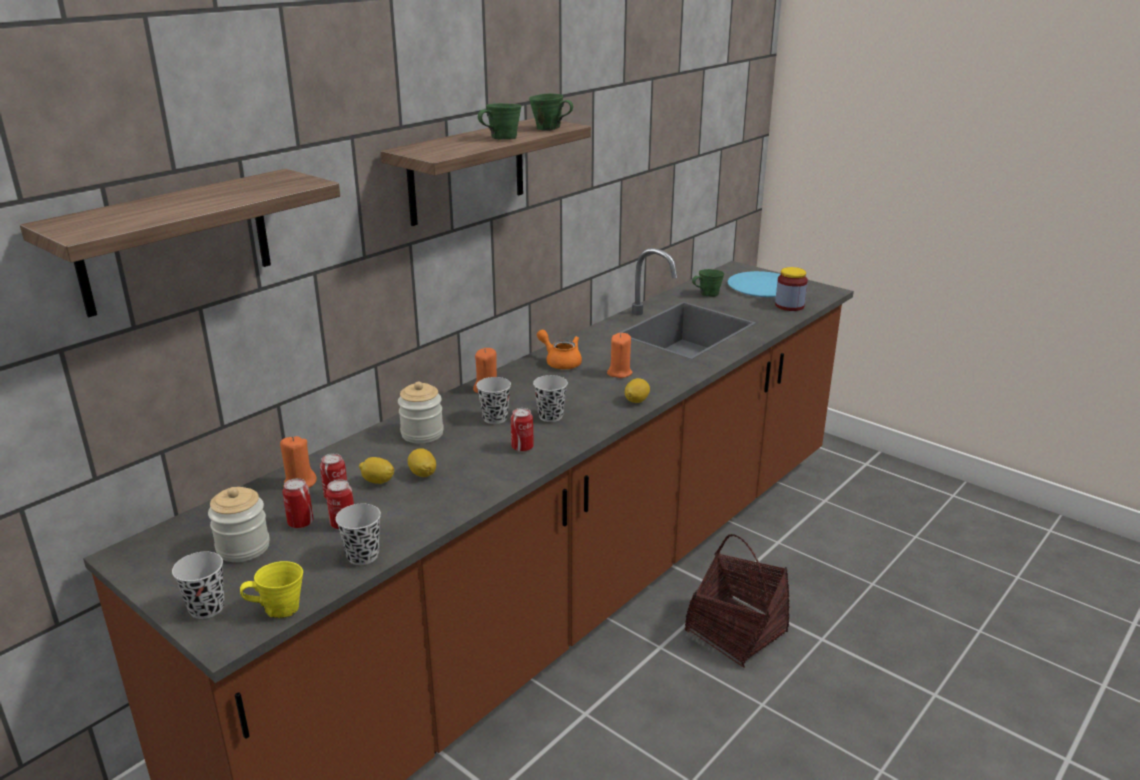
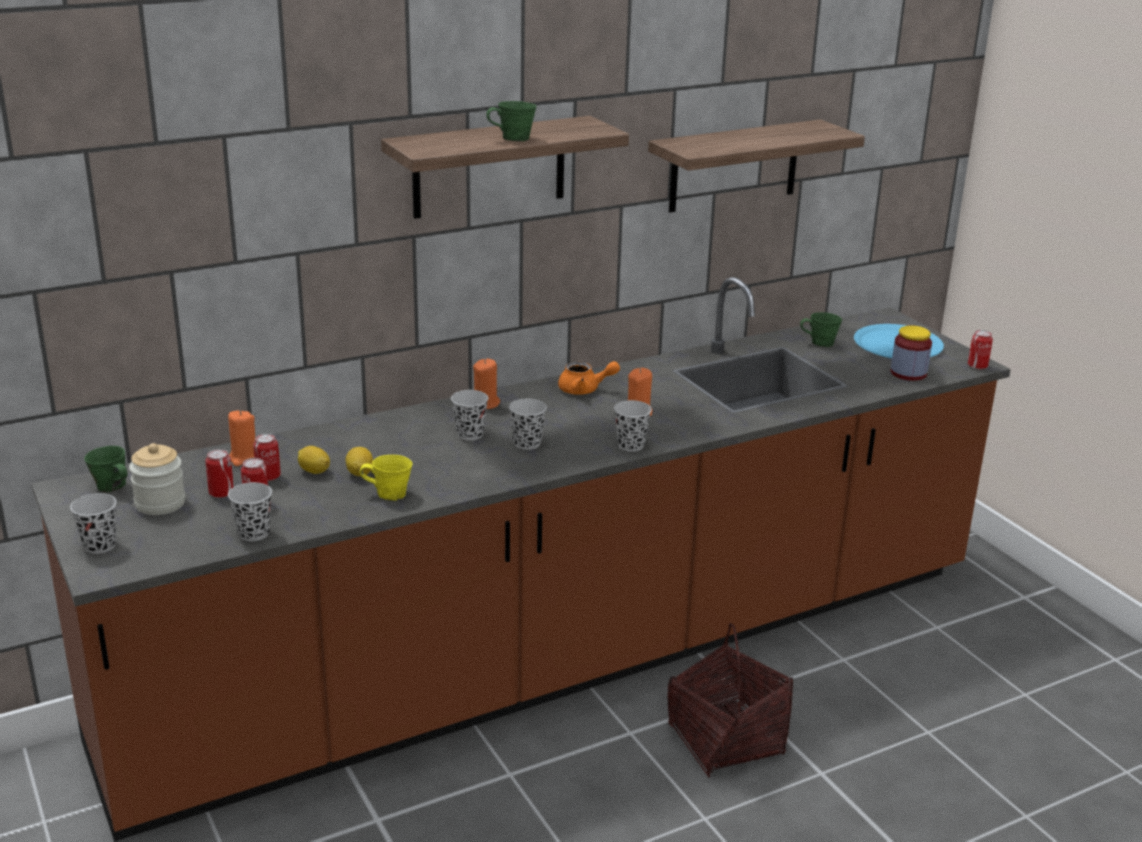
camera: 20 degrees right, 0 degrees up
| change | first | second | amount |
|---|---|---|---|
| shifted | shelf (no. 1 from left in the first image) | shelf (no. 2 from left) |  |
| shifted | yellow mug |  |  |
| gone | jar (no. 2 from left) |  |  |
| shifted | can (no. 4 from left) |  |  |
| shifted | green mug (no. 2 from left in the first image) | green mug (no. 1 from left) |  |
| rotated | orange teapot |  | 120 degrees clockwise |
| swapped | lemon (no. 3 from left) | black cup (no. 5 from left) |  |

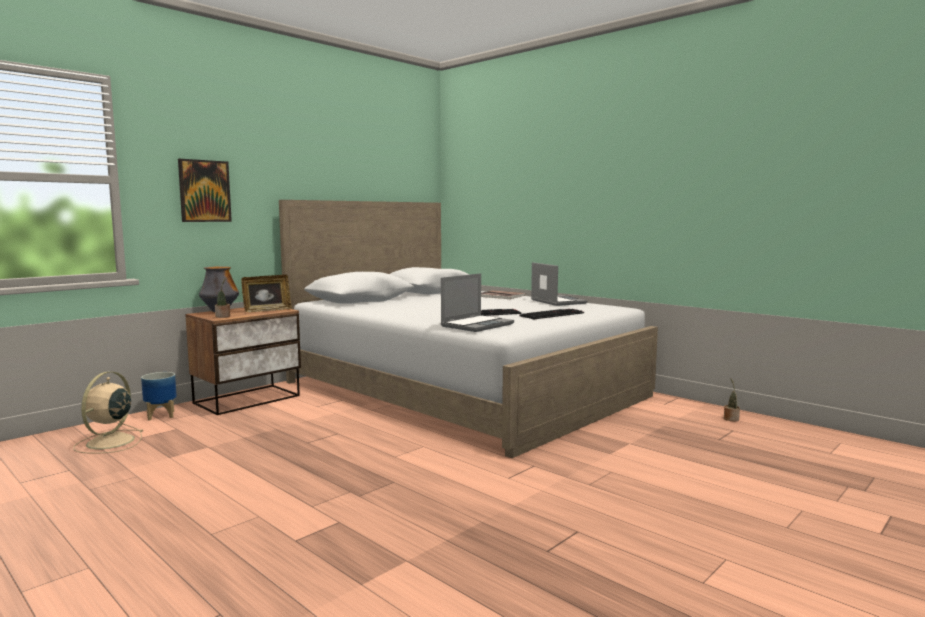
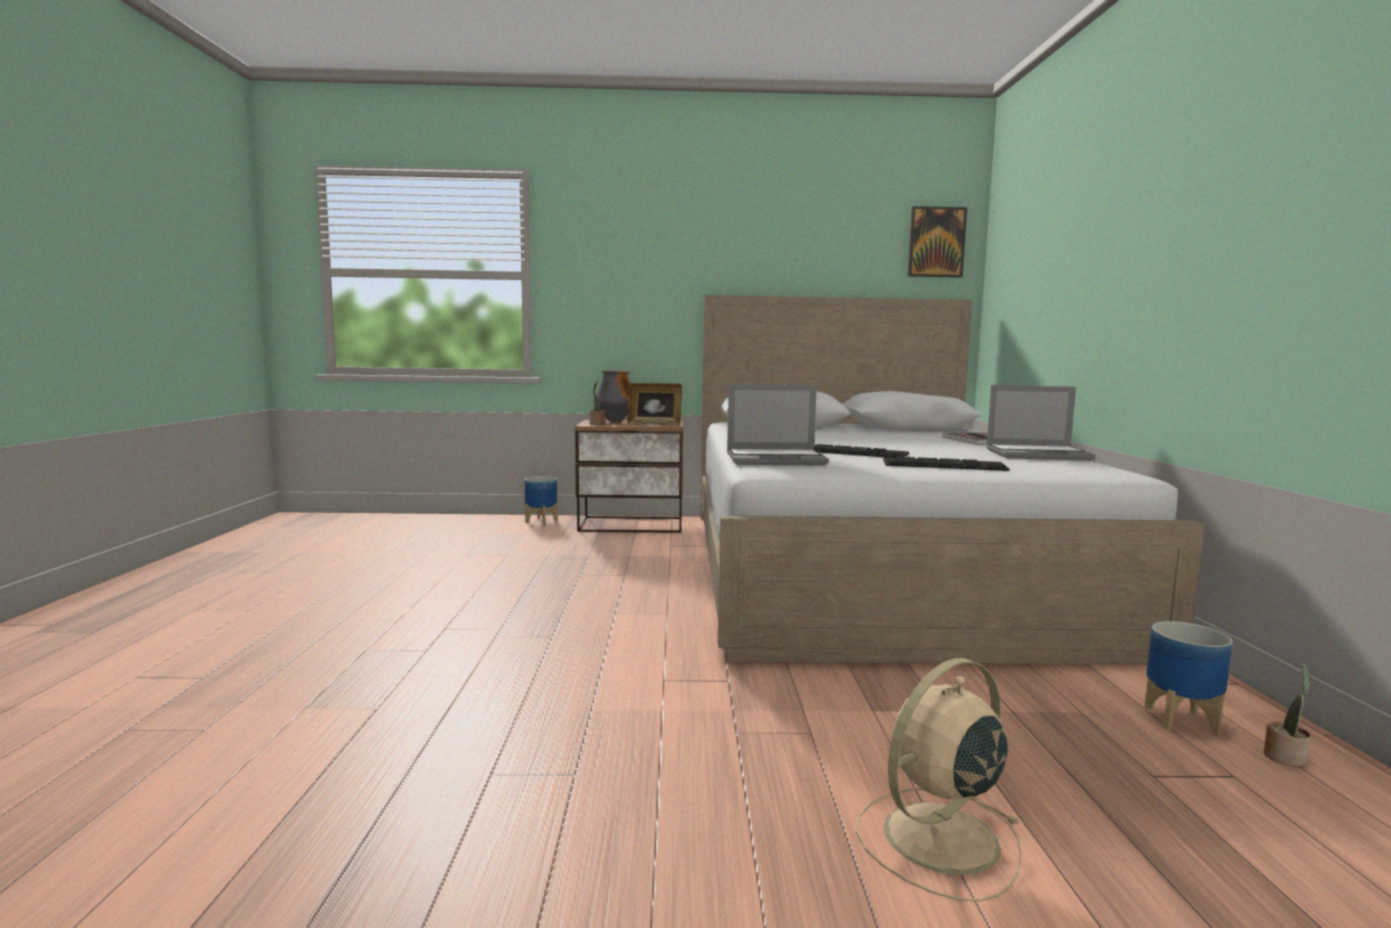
camera: 45 degrees right, 0 degrees up
| change | first | second | amount |
|---|---|---|---|
| shifted | beige fan |  |  |
| shifted | picture |  |  |
| rotated | laptop (no. 2 from left) |  | 75 degrees clockwise |
| new |  | planter (no. 2 from left) |  |

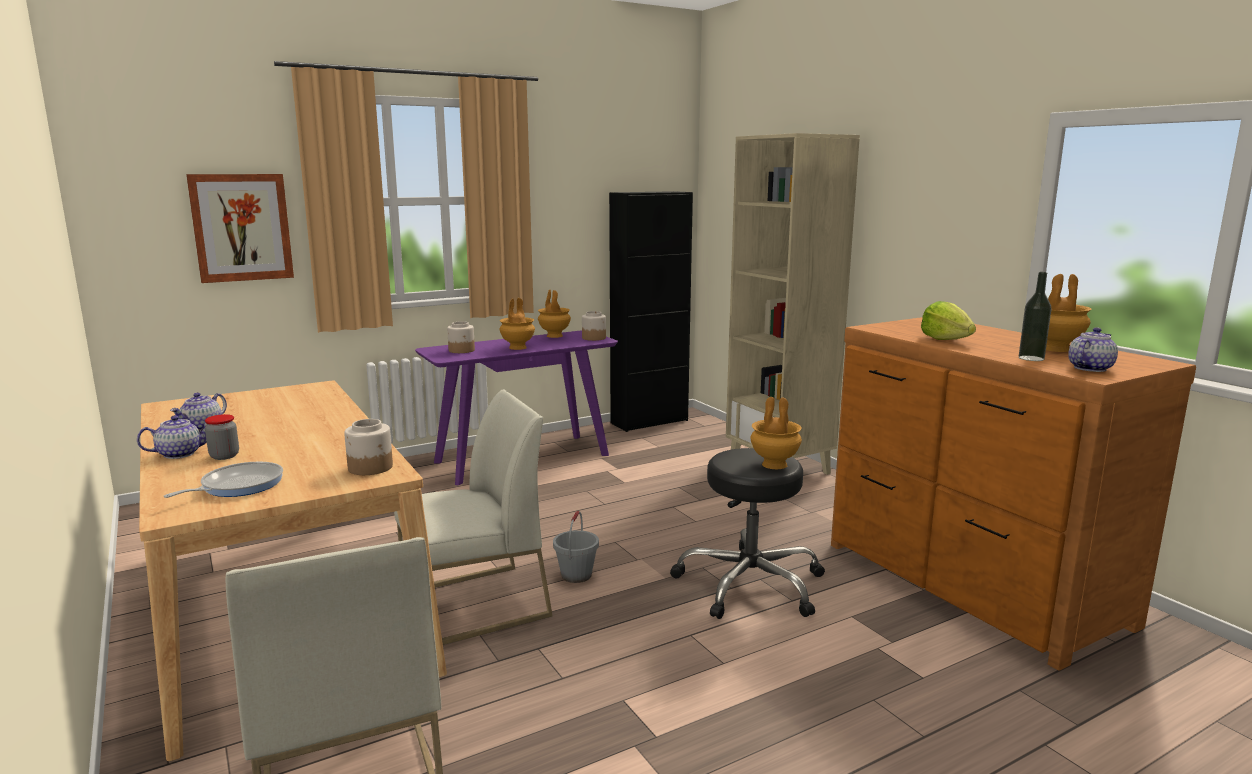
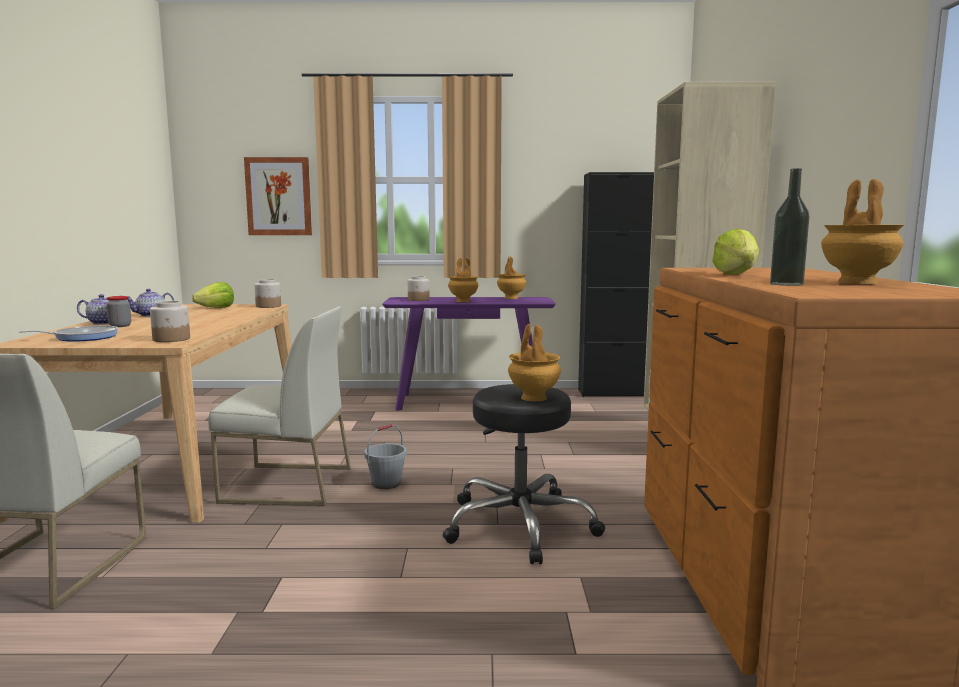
camera: 30 degrees right, 5 degrees down
| change | first | second | amount |
|---|---|---|---|
| shifted | jar (no. 4 from left in the first image) | jar (no. 3 from left) |  |
| gone | teapot (no. 3 from left) |  |  |
| new |  | lettuce (no. 1 from left) |  |

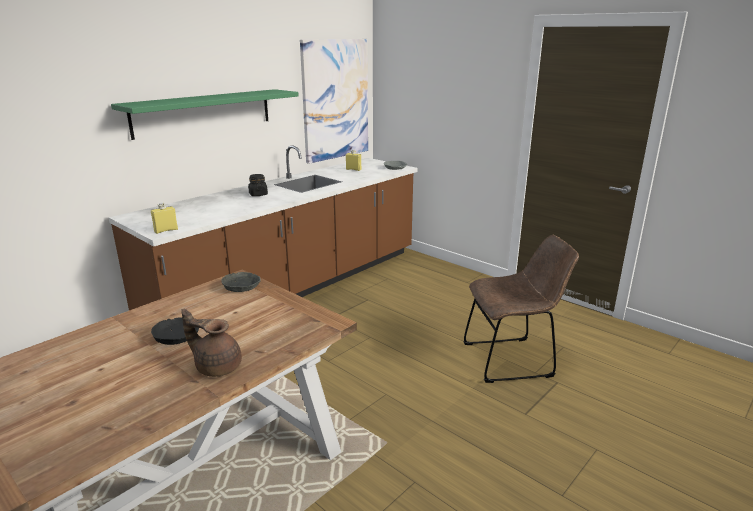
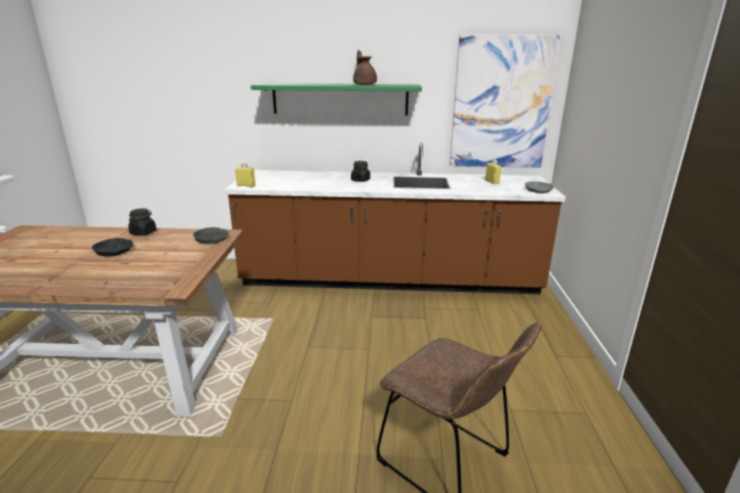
camera: 50 degrees right, 0 degrees up
| change | first | second | amount |
|---|---|---|---|
| shifted | brown teapot |  |  |
| new |  | black jar (no. 1 from left) |  |

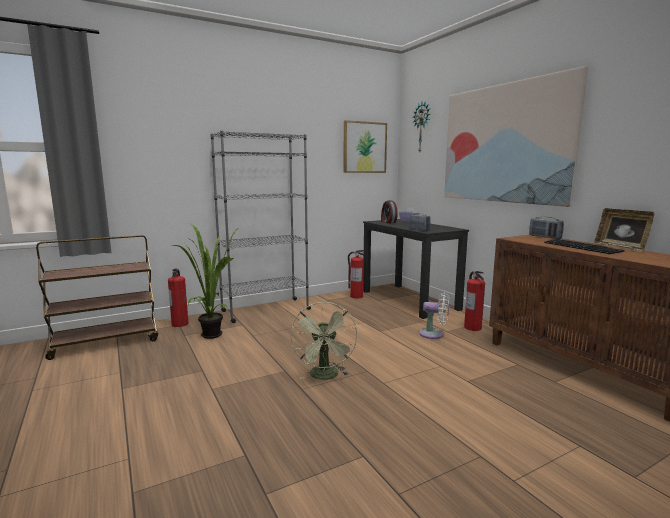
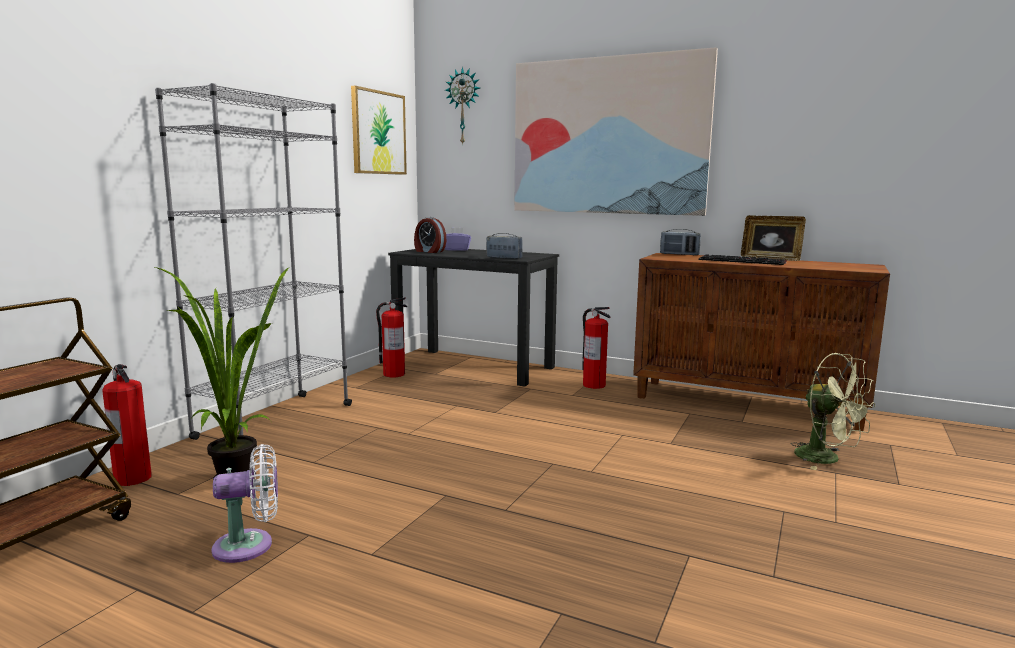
camera: 35 degrees left, 0 degrees up
| change | first | second | amount |
|---|---|---|---|
| shifted | green fan |  |  |
| shifted | white fan |  |  |

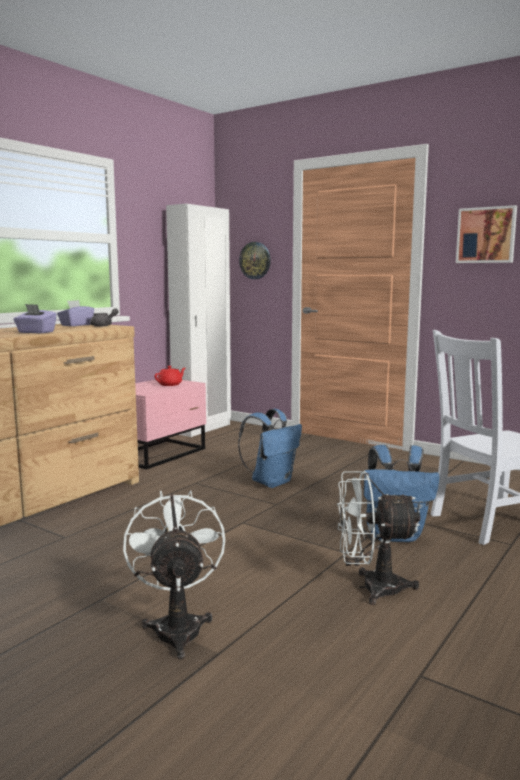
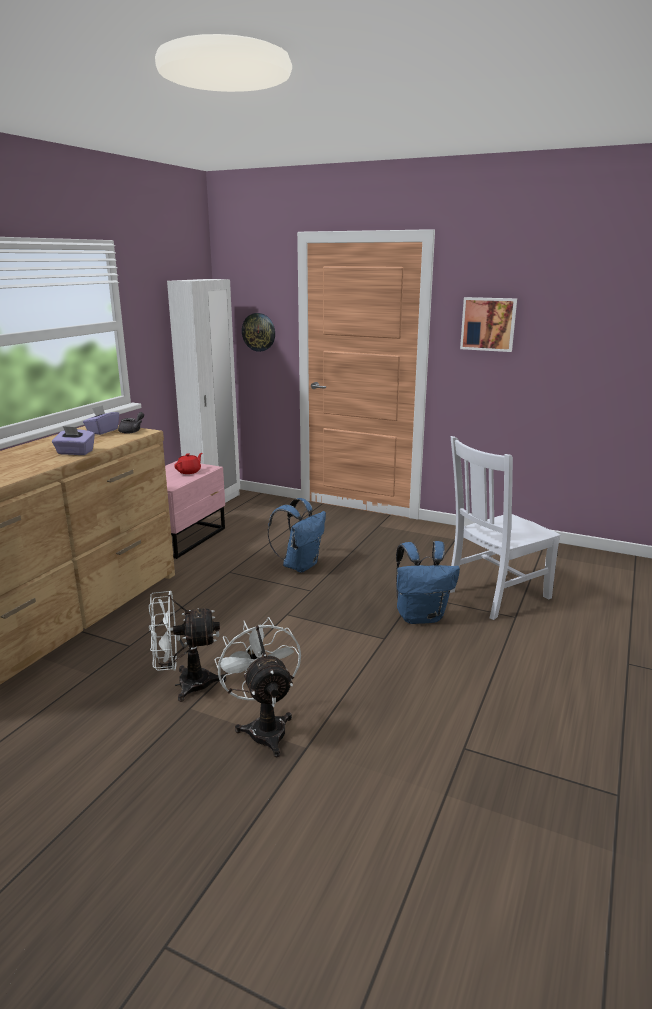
camera: 10 degrees left, 10 degrees up
| change | first | second | amount |
|---|---|---|---|
| shifted | white fan (no. 2 from left in the first image) | white fan (no. 1 from left) |  |

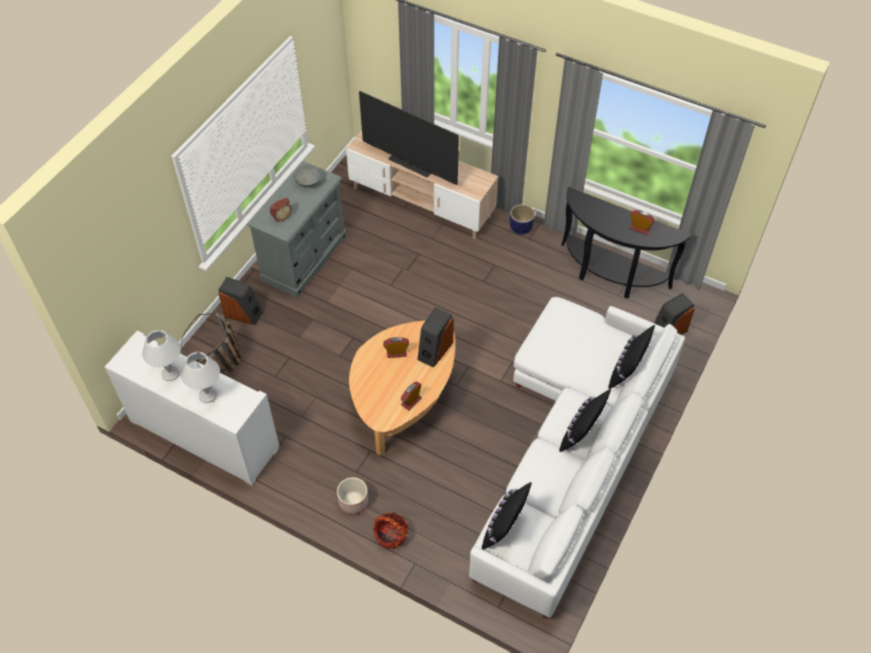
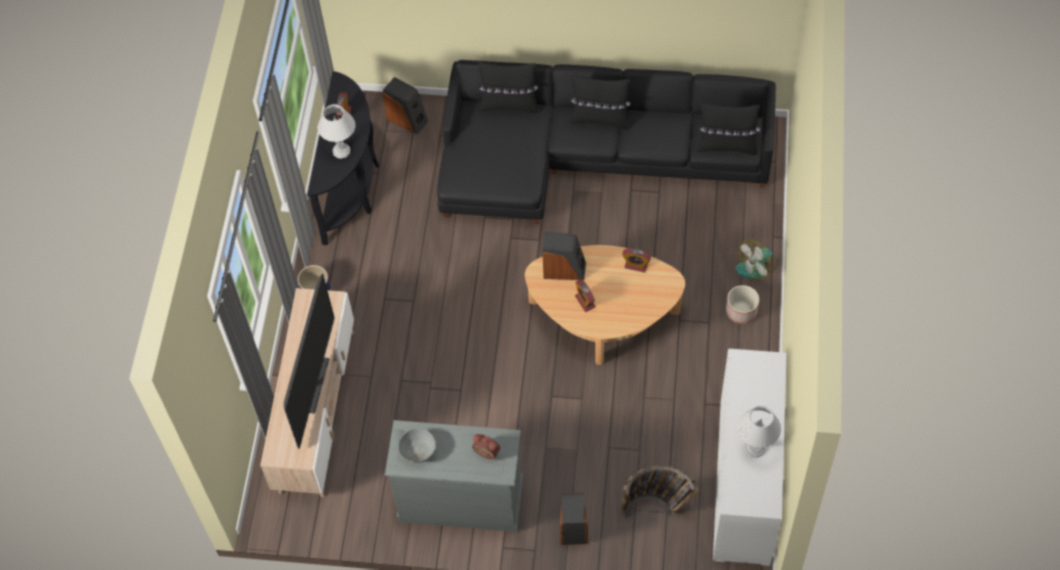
camera: 110 degrees left, 5 degrees up
| change | first | second | amount |
|---|---|---|---|
| shifted | white table lamp (no. 2 from left in the first image) | white table lamp (no. 1 from left) |  |
| swapped | basket (no. 2 from left) | fan |  |
| repainted | white sofa | black sofa |  |

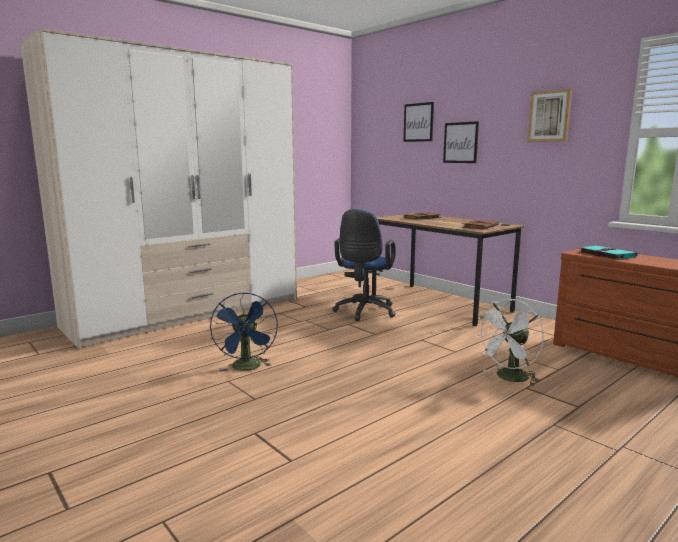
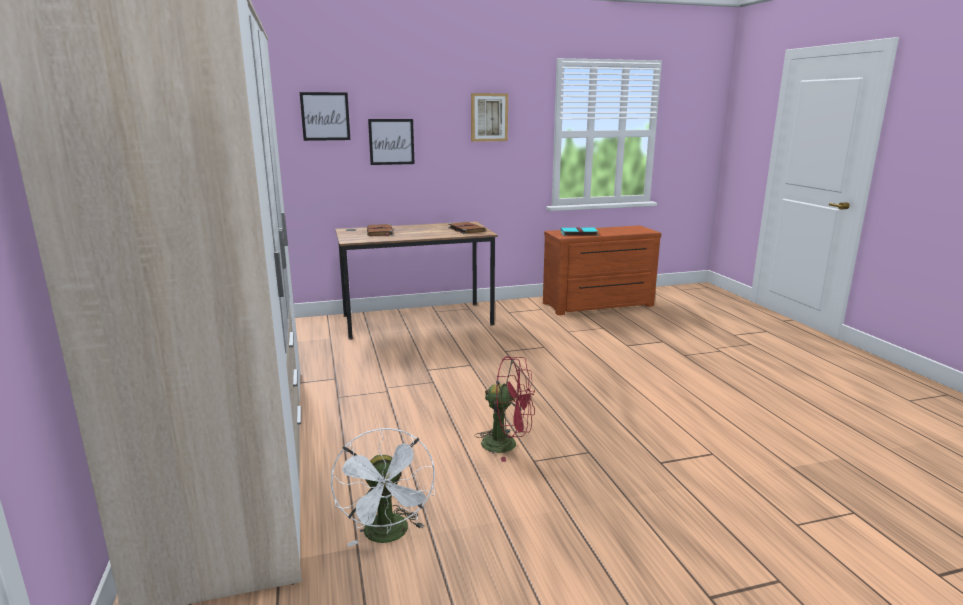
camera: 65 degrees left, 5 degrees up
| change | first | second | amount |
|---|---|---|---|
| repainted | blue fan | red fan |  |
| gone | blue office chair |  |  |
| shifted | white fan |  |  |

